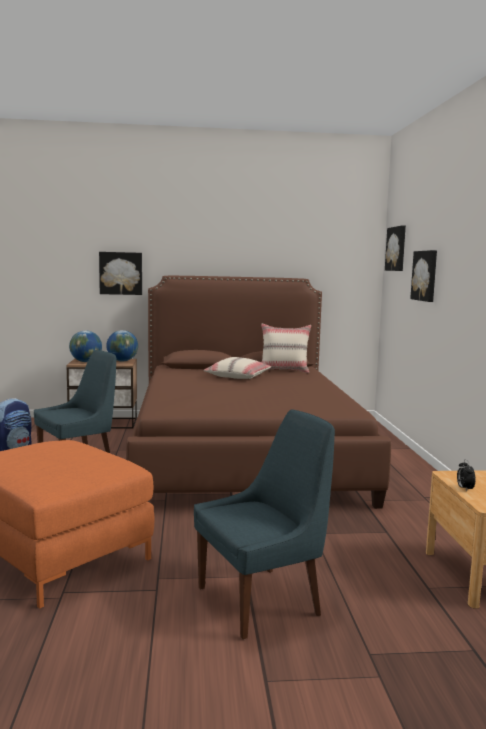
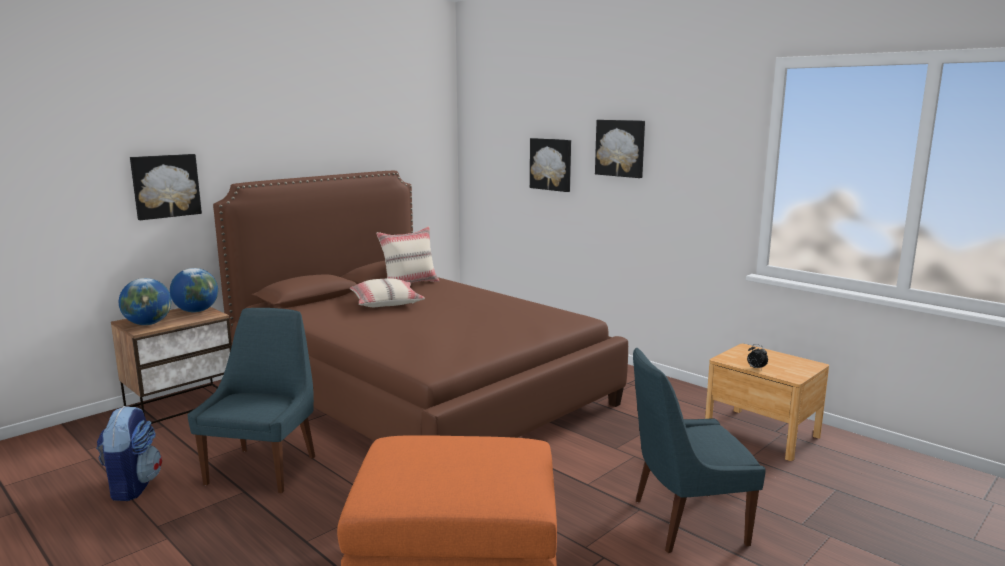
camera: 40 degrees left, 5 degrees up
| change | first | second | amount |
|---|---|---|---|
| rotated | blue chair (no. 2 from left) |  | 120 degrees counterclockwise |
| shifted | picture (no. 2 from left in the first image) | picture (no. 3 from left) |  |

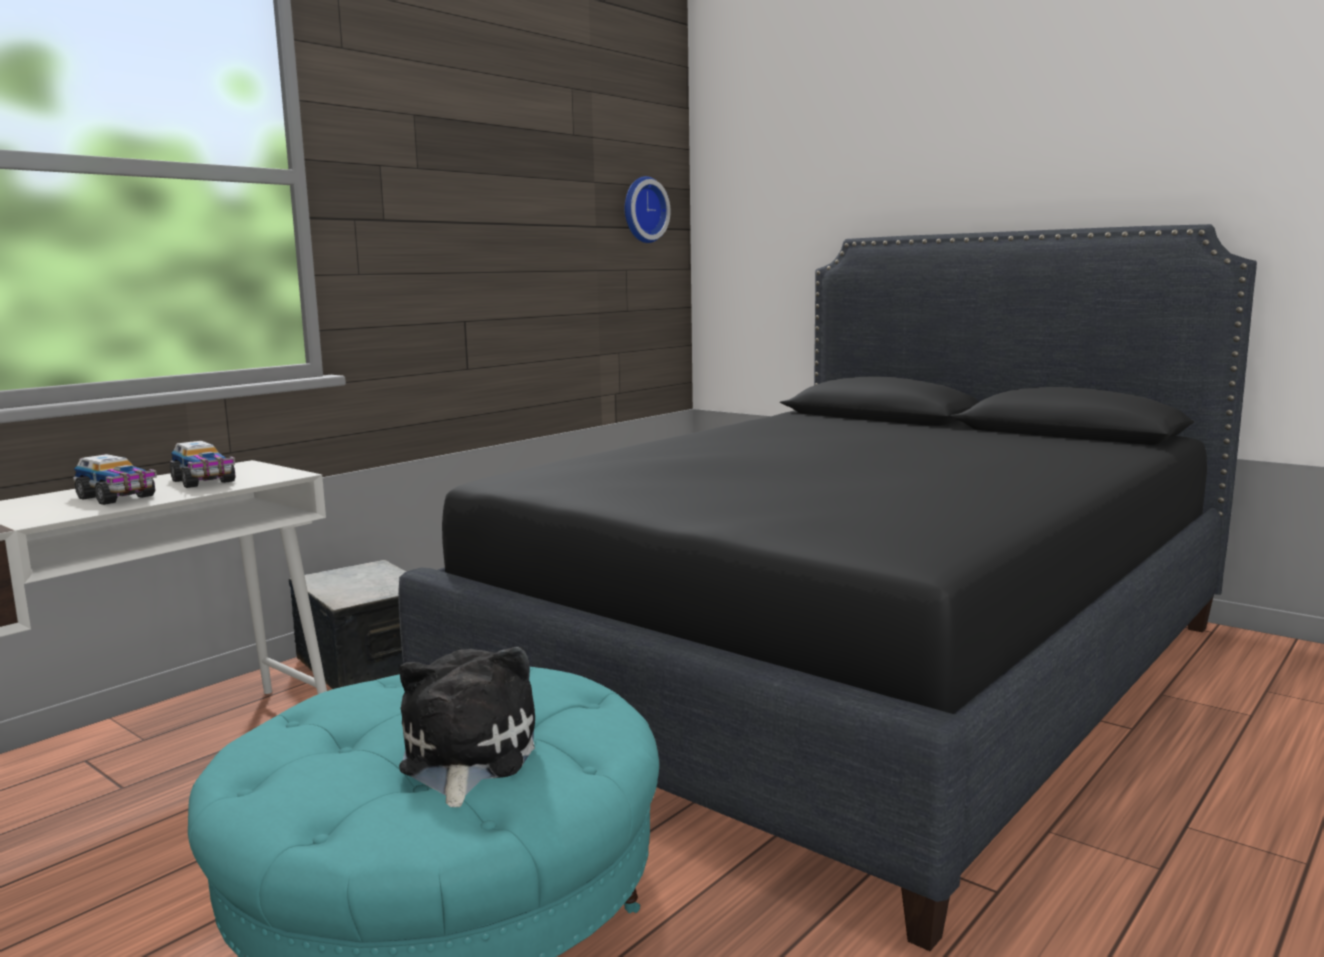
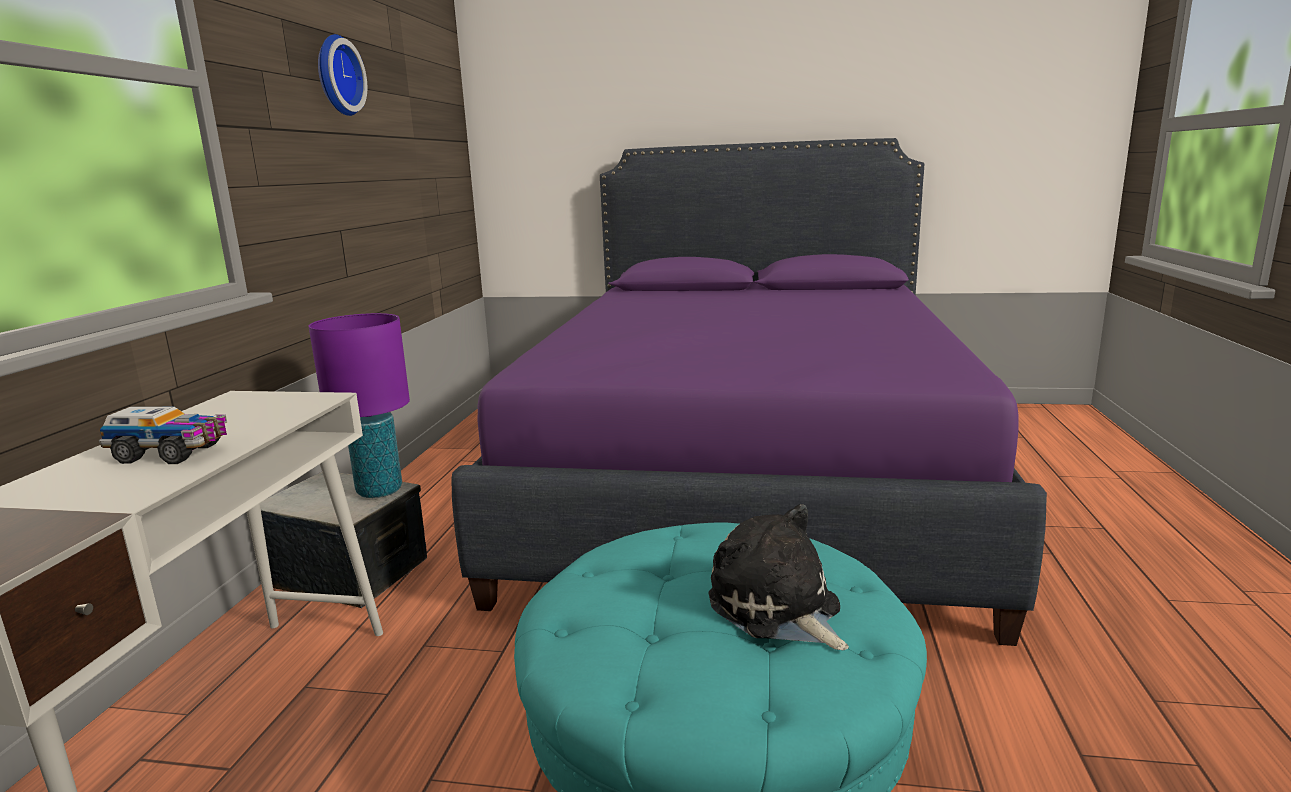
camera: 30 degrees left, 5 degrees up
| change | first | second | amount |
|---|---|---|---|
| gone | toy truck (no. 2 from left) |  |  |
| repainted | black bed | purple bed |  |
| shifted | wall clock |  |  |
| new |  | purple table lamp |  |

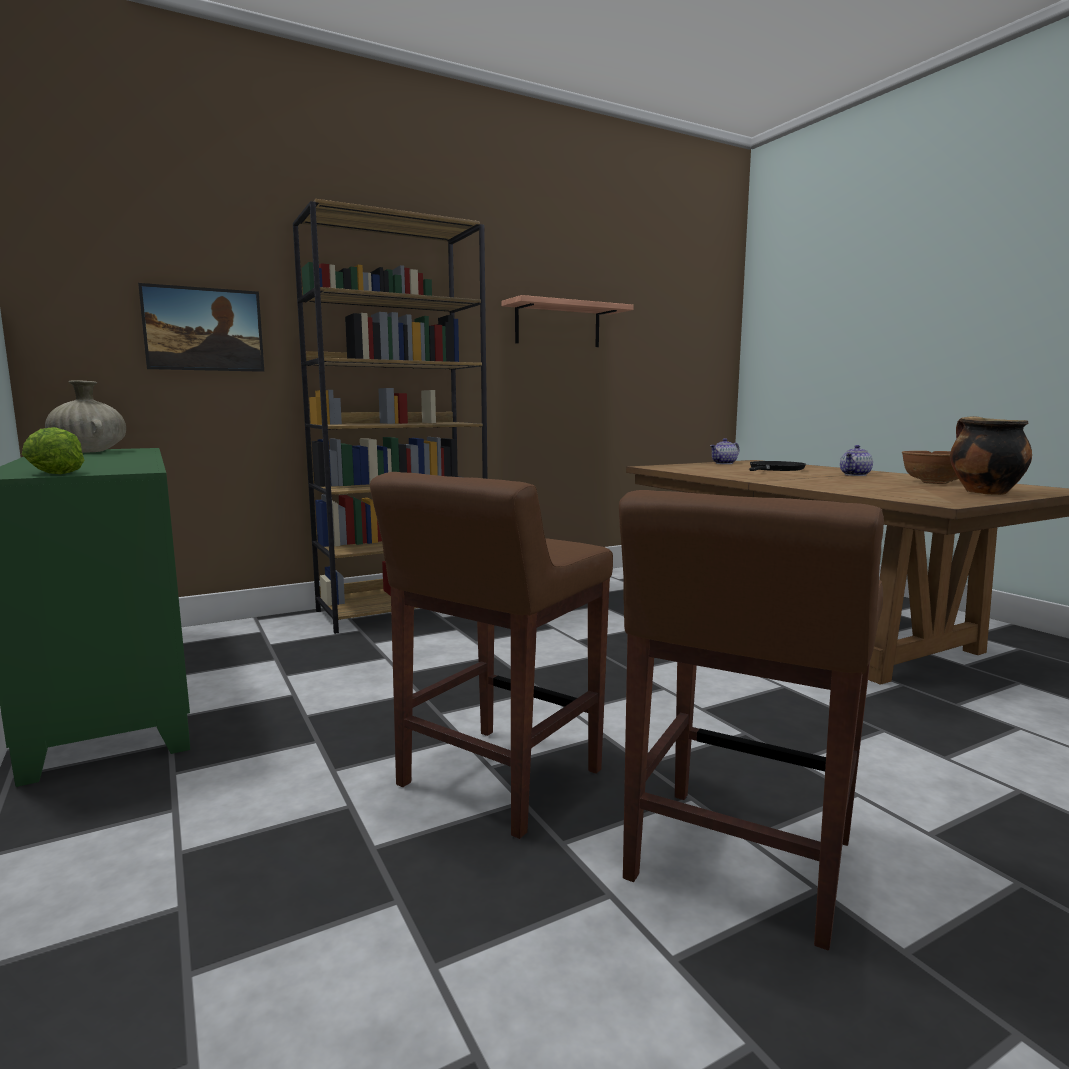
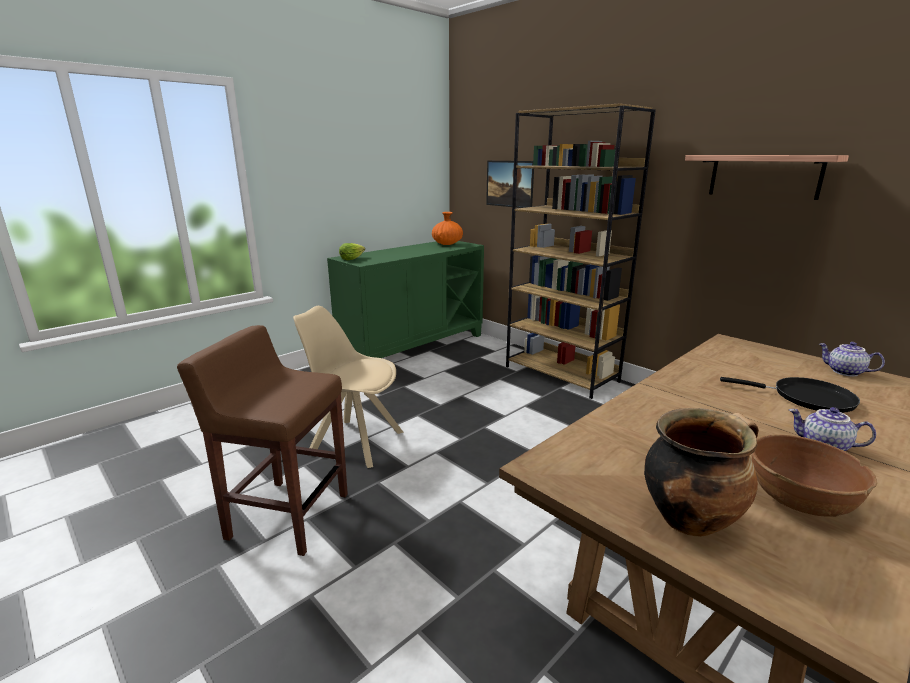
camera: 75 degrees right, 10 degrees up
| change | first | second | amount |
|---|---|---|---|
| repainted | beige vase | orange vase |  |
| swapped | brown stool (no. 1 from left) | beige chair |  |

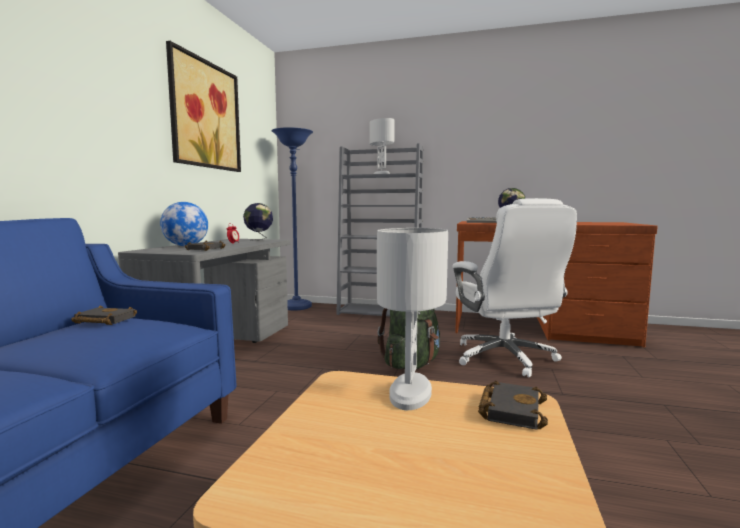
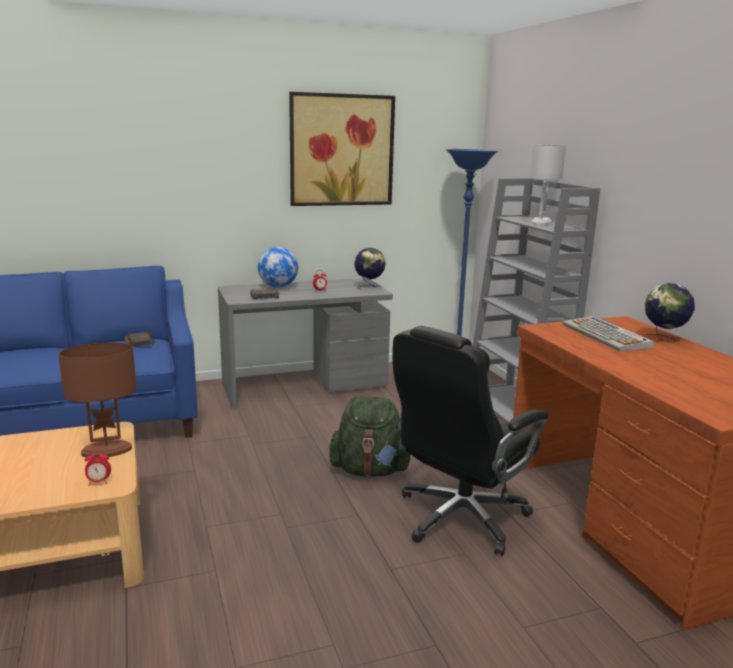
camera: 55 degrees right, 10 degrees up
| change | first | second | amount |
|---|---|---|---|
| repainted | white table lamp (no. 2 from left) | brown table lamp |  |
| repainted | white office chair | black office chair |  |
| swapped | black book (no. 3 from left) | alarm clock (no. 1 from left) |  |

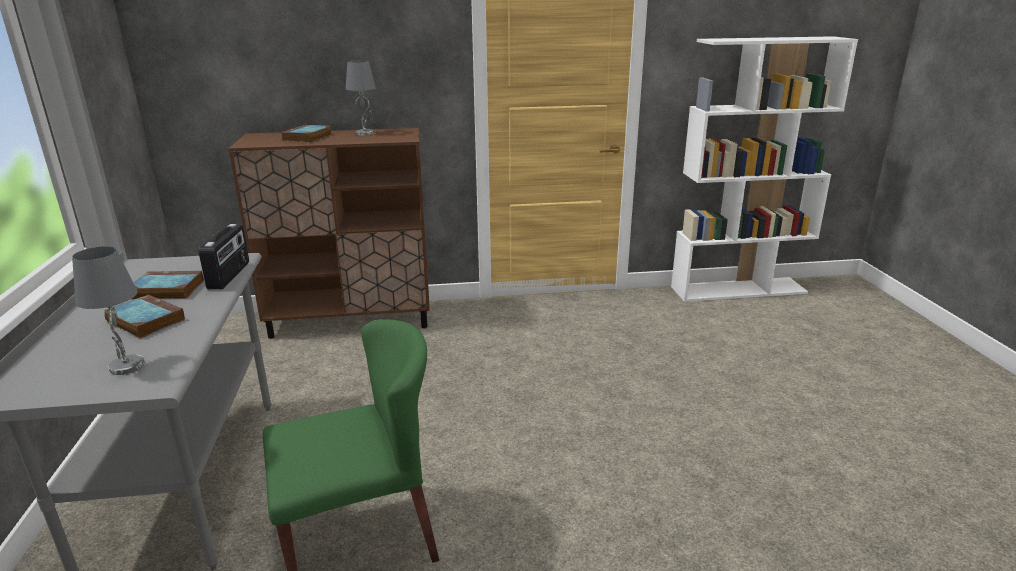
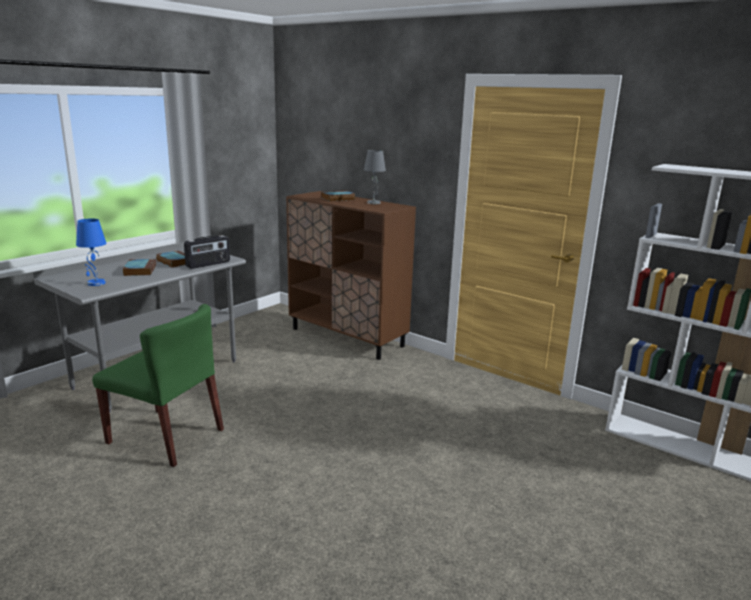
camera: 45 degrees right, 5 degrees down
| change | first | second | amount |
|---|---|---|---|
| repainted | grey table lamp (no. 1 from left) | blue table lamp |  |

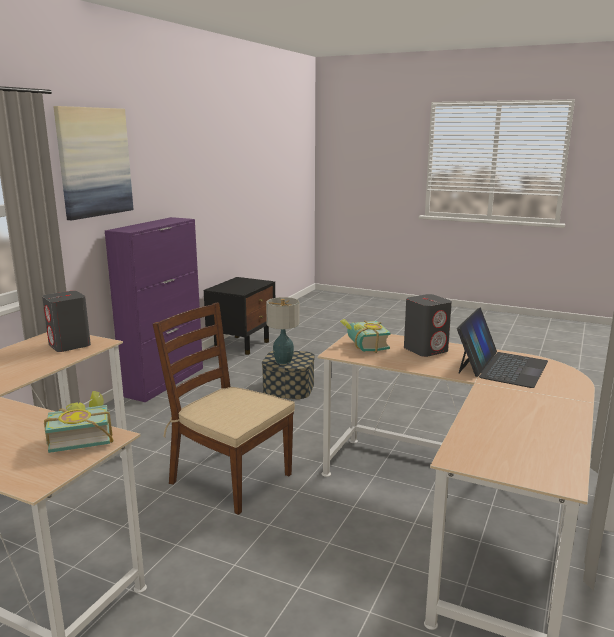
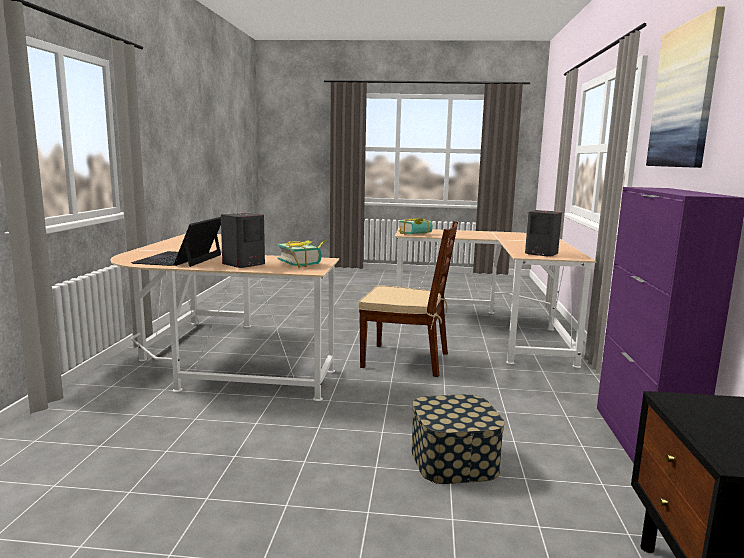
camera: 160 degrees right, 5 degrees down
| change | first | second | amount |
|---|---|---|---|
| gone | table lamp |  |  |

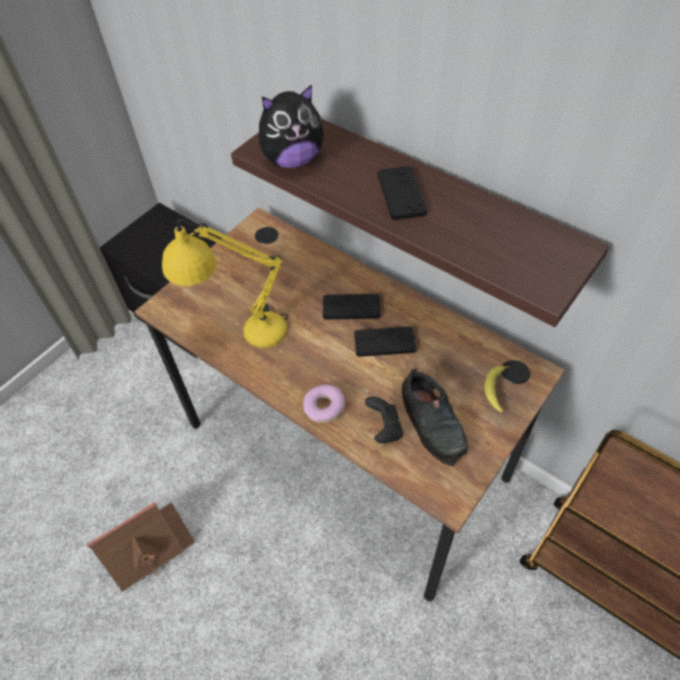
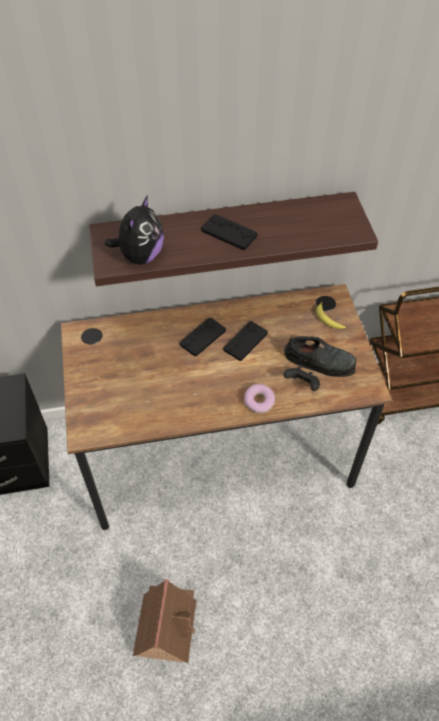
camera: 50 degrees left, 0 degrees up
| change | first | second | amount |
|---|---|---|---|
| gone | yellow table lamp |  |  |

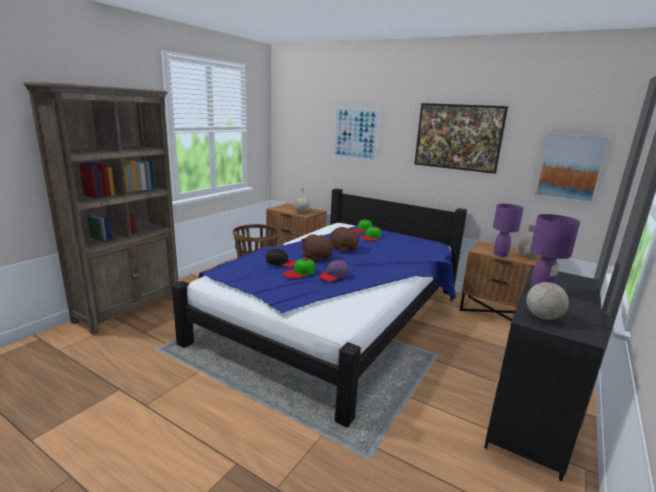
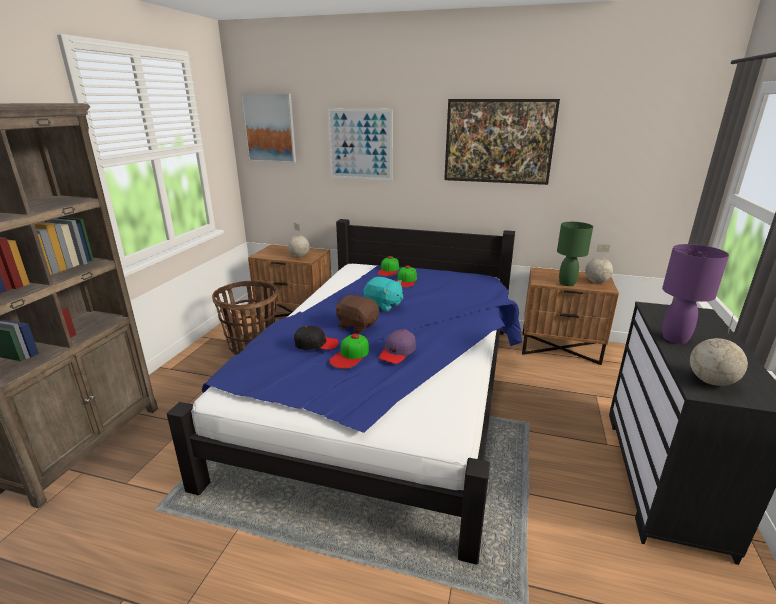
camera: 15 degrees left, 5 degrees up
| change | first | second | amount |
|---|---|---|---|
| repainted | brown plush toy (no. 2 from left) | turquoise plush toy |  |
| repainted | purple table lamp (no. 1 from left) | green table lamp |  |
| shifted | picture (no. 3 from left in the first image) | picture (no. 1 from left) |  |

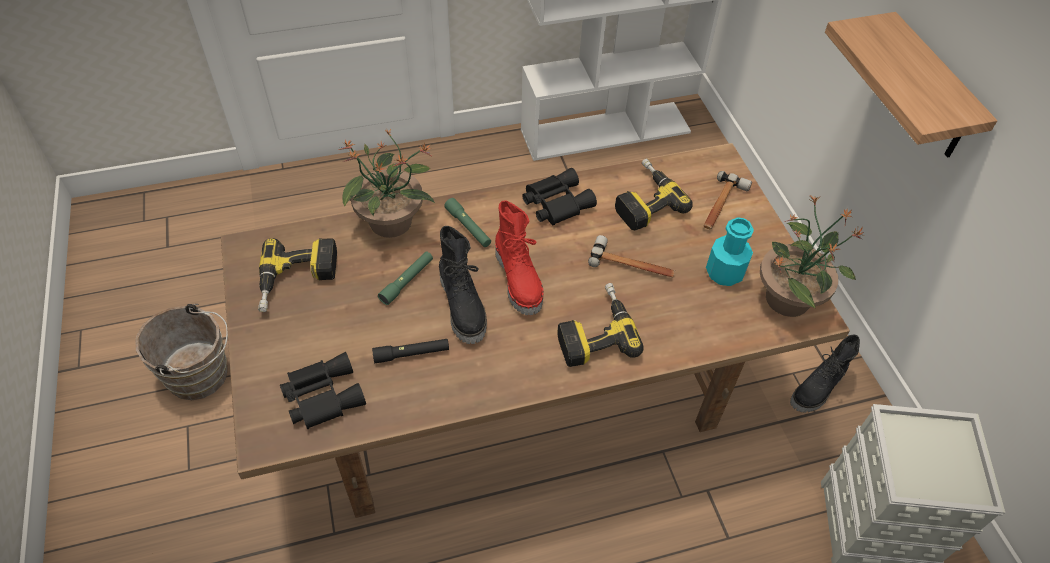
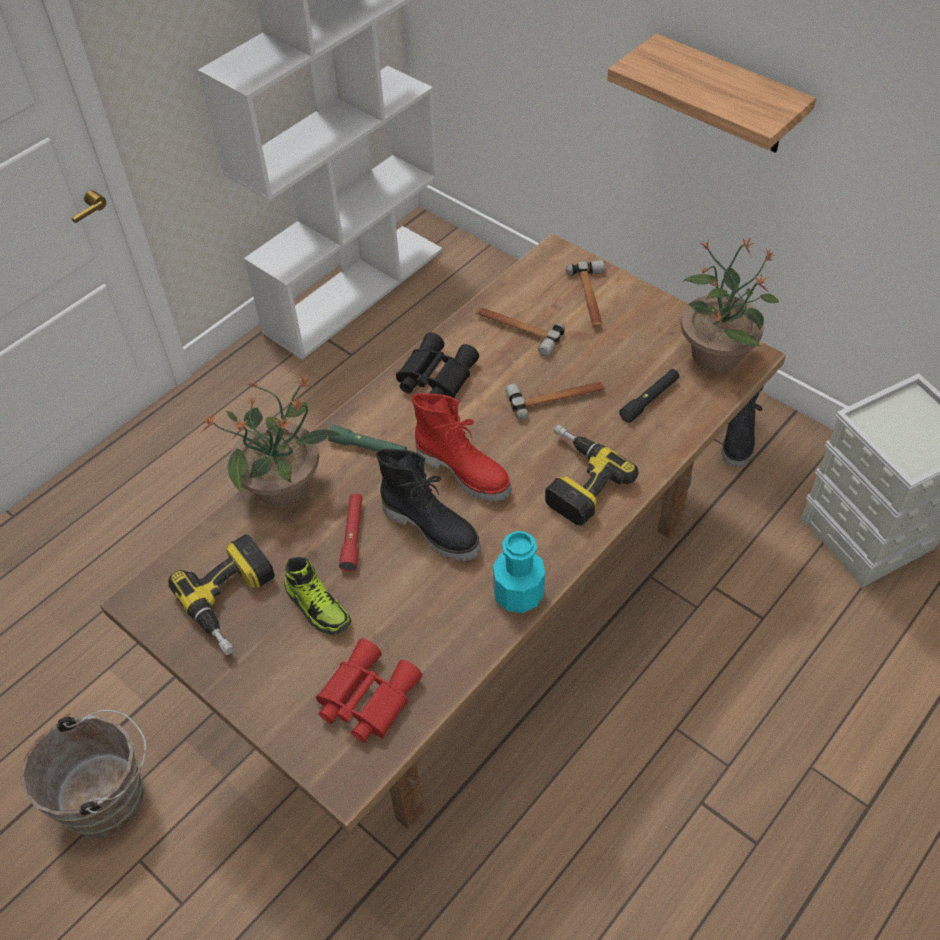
camera: 30 degrees left, 0 degrees up
| change | first | second | amount |
|---|---|---|---|
| repainted | black binoculars (no. 1 from left) | red binoculars |  |
| shifted | black flashlight |  |  |
| repainted | green flashlight (no. 1 from left) | red flashlight |  |
| swapped | power drill (no. 3 from left) | hammer (no. 1 from left) |  |
| shifted | turquoise bottle |  |  |
| new |  | shoe |  |

